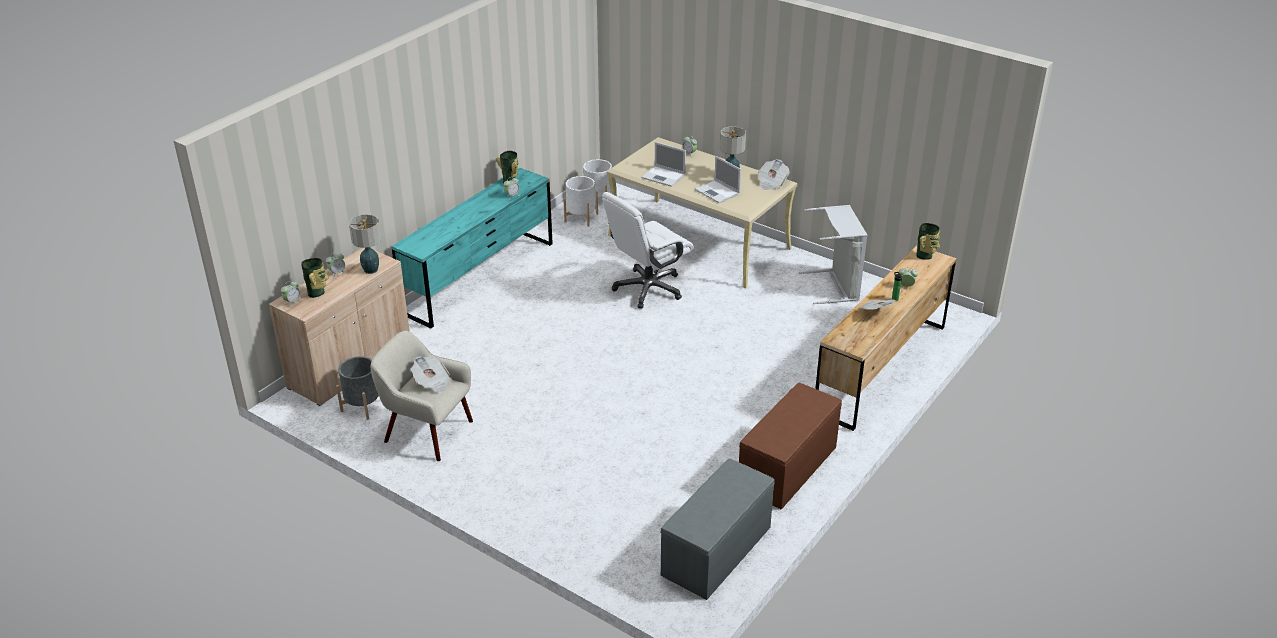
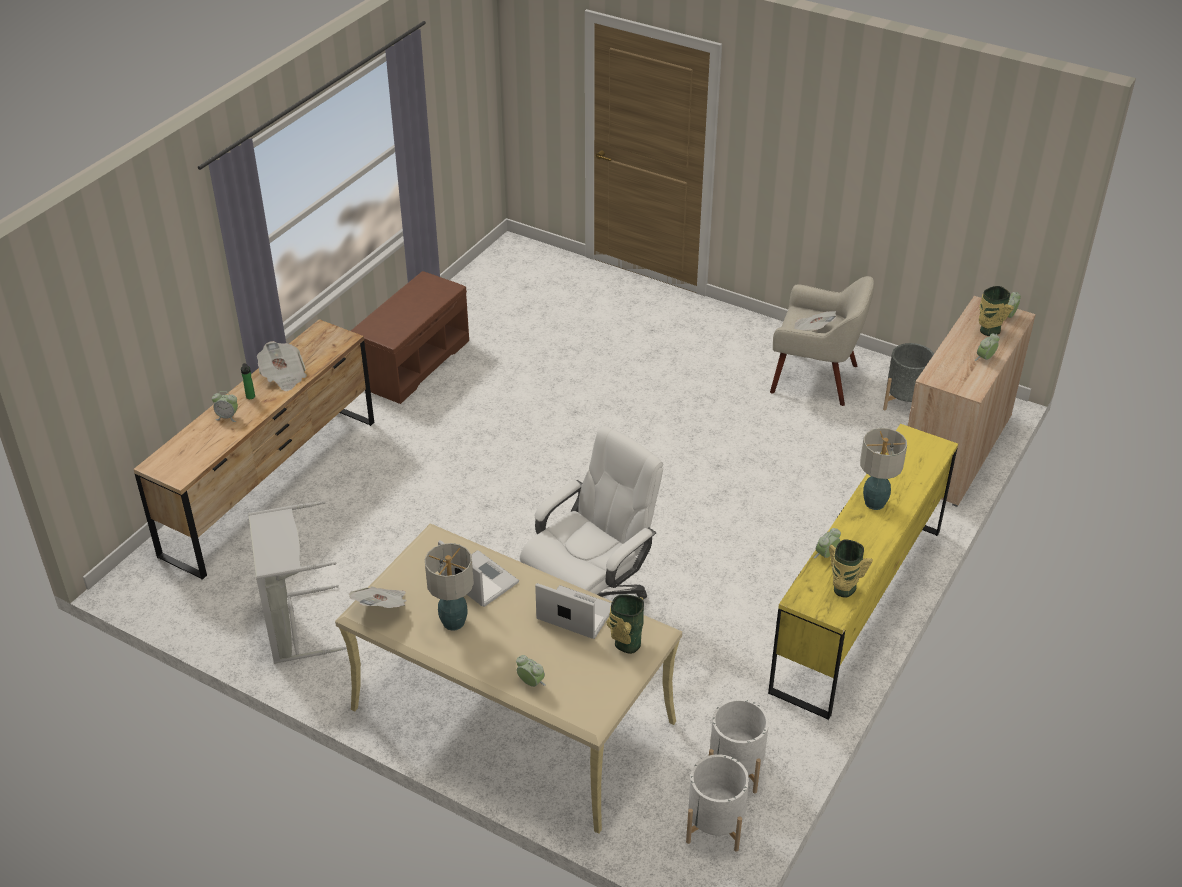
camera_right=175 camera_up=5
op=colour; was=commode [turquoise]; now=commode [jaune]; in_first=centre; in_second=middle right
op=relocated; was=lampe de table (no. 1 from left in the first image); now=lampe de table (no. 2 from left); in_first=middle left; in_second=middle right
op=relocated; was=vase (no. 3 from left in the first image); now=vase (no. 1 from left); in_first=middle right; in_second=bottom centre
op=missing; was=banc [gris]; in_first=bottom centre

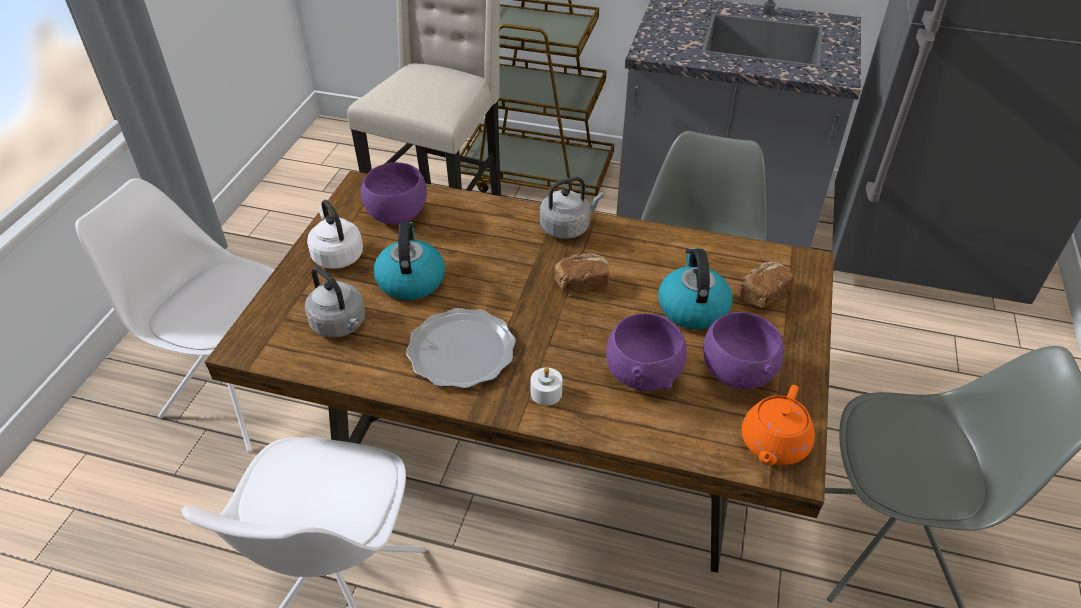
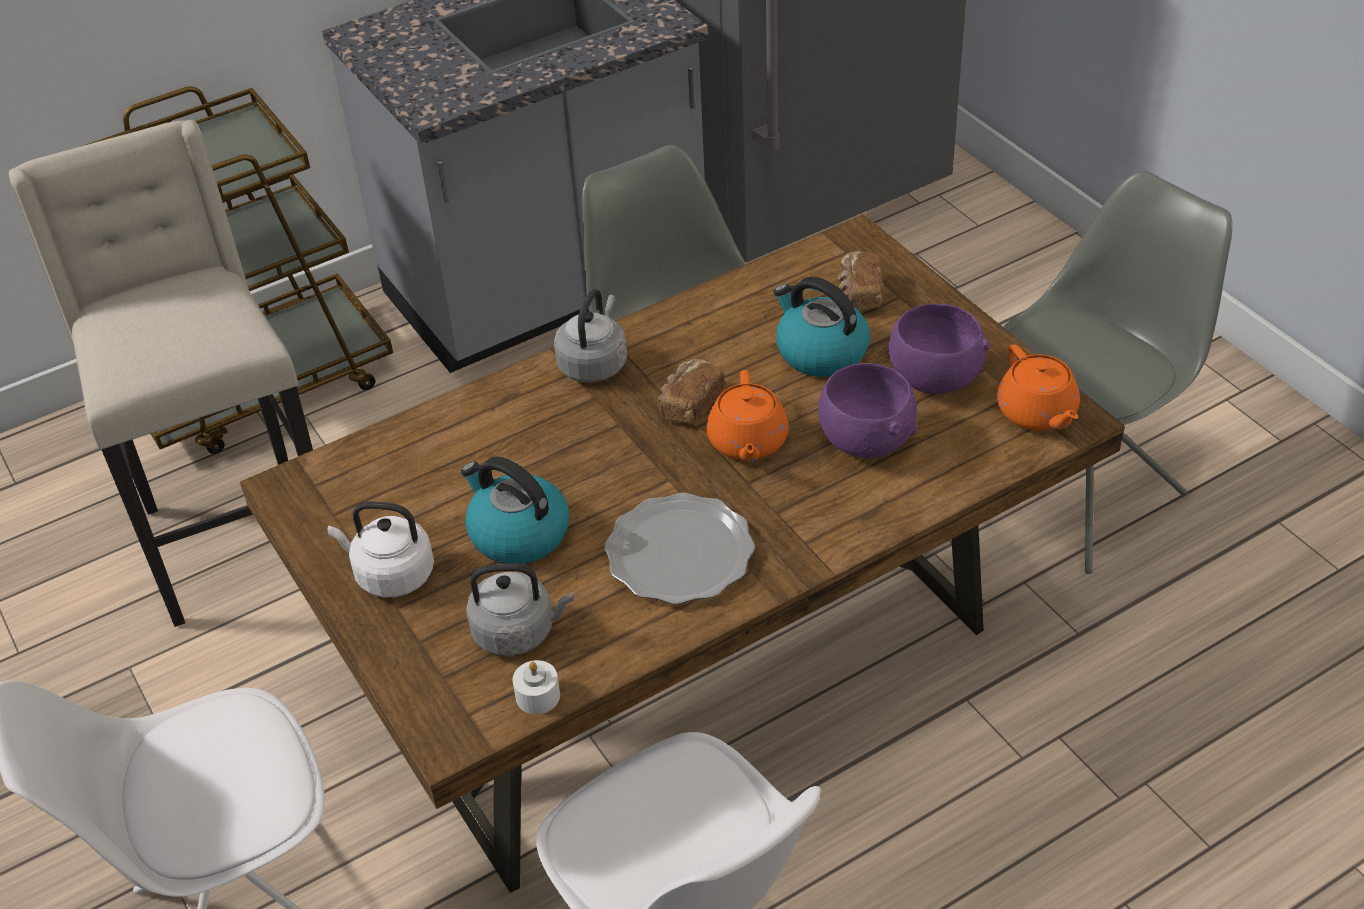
camera_right=-45 camera_up=0
op=missing; was=bol [violet] (no. 1 from left); in_first=top centre
op=relocated; was=bougie [blanc]; in_first=centre; in_second=bottom centre
op=appeared; now=théière [orange] (no. 1 from left); in_second=centre

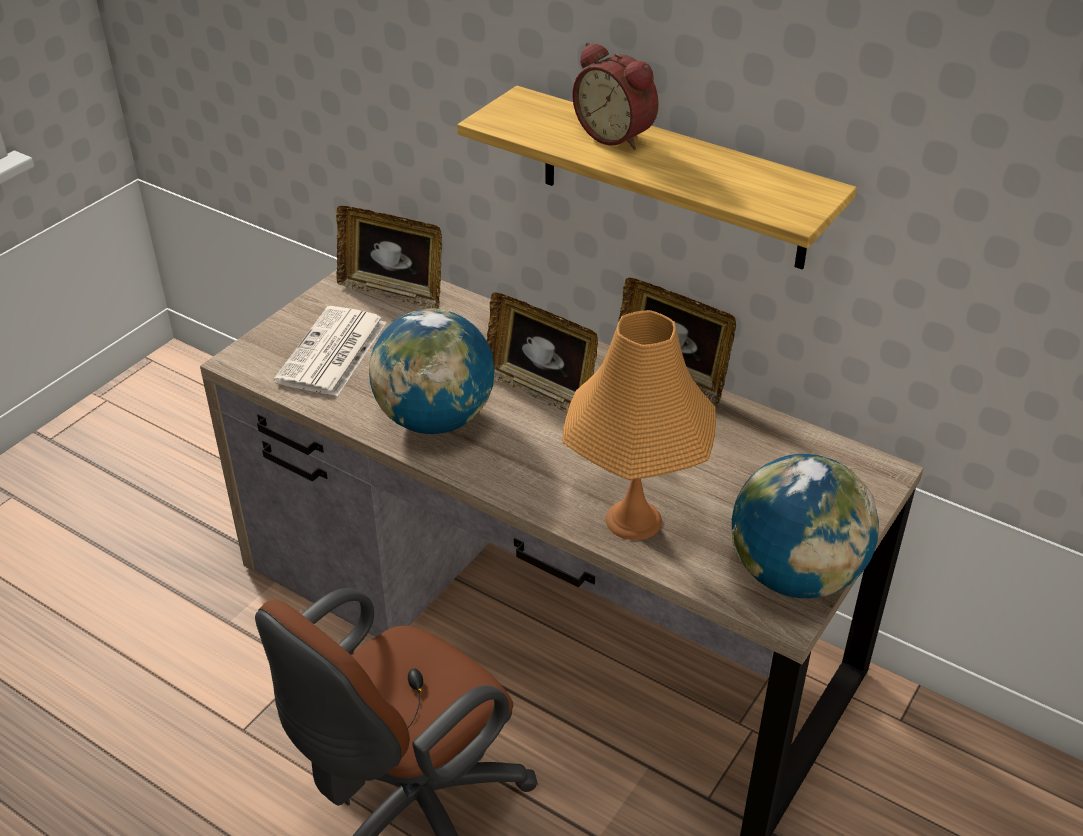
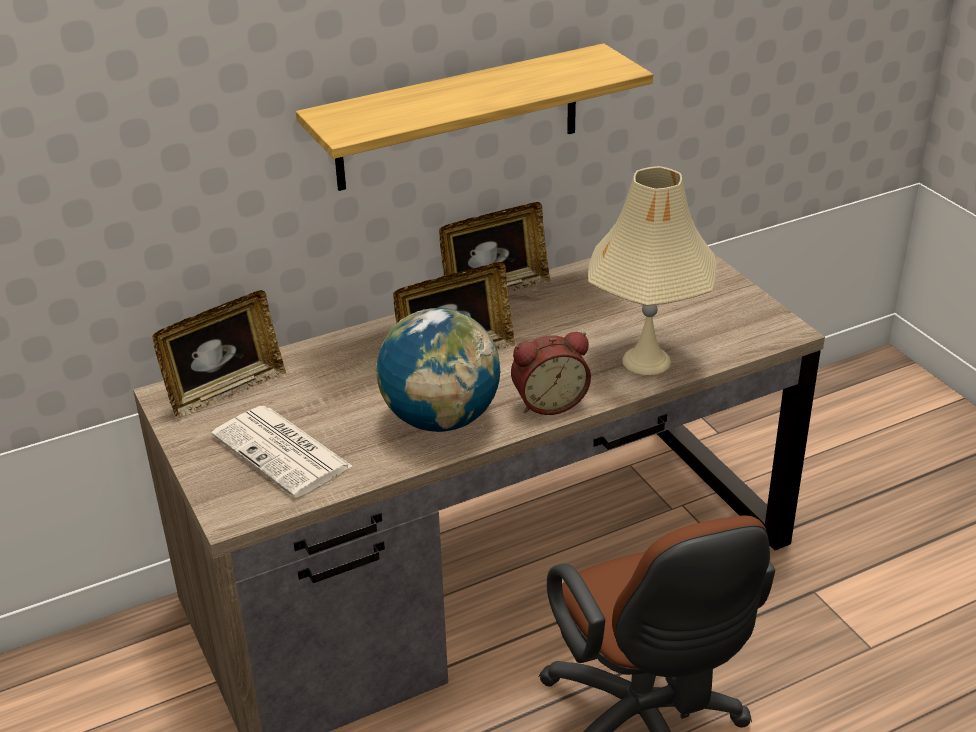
camera_right=-60 camera_up=-5
op=relocated; was=réveil; in_first=top centre; in_second=centre
op=colour; was=lampe de table [orange]; now=lampe de table [beige]; in_first=centre; in_second=middle right
op=missing; was=globe (no. 2 from left); in_first=middle right

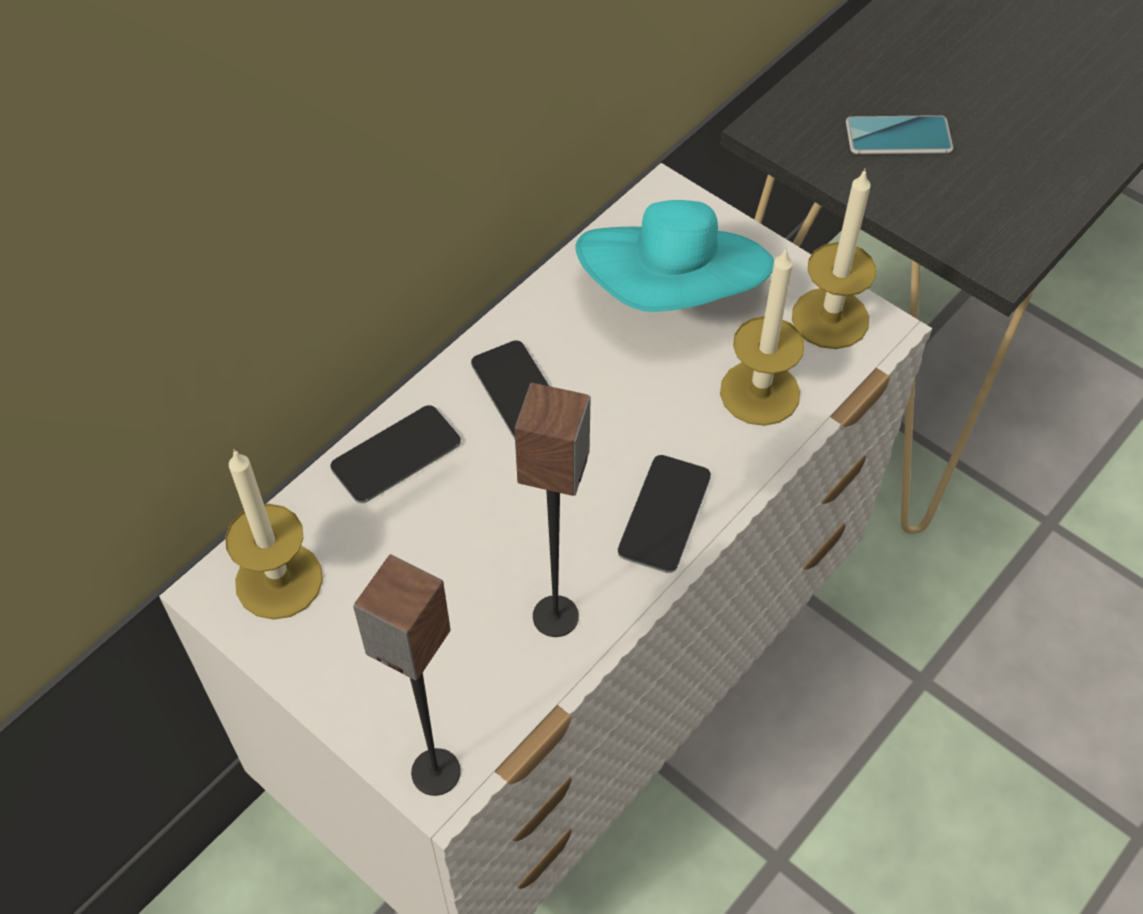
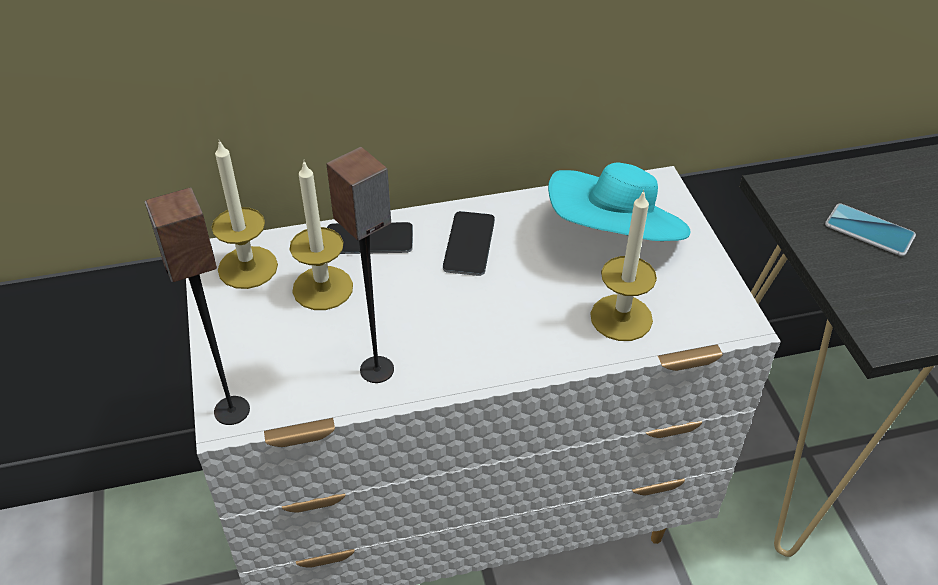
camera_right=35 camera_up=-10
op=relocated; was=bougie (no. 3 from left in the first image); now=bougie (no. 2 from left); in_first=top right; in_second=centre
op=missing; was=téléphone (no. 3 from left); in_first=centre

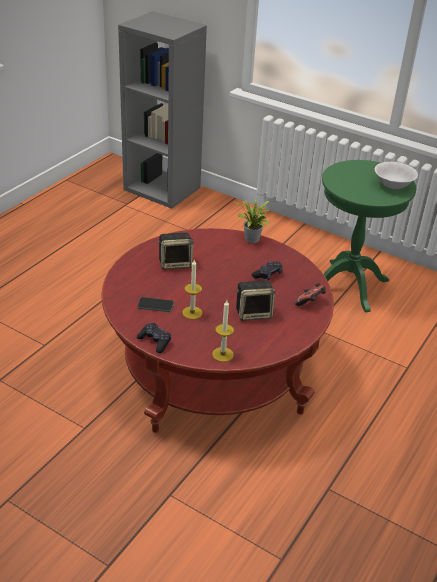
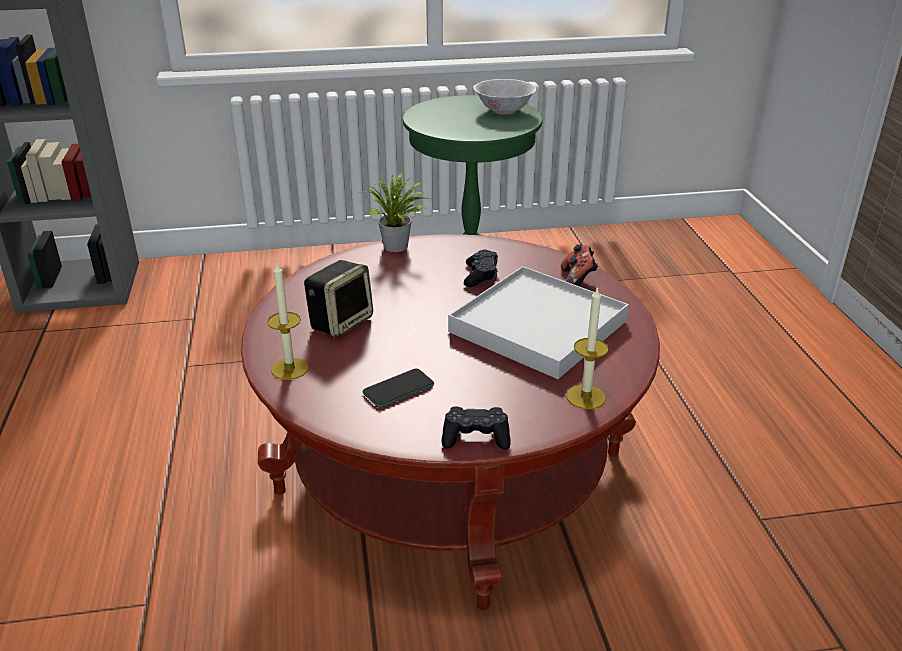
camera_right=-40 camera_up=-5
op=relocated; was=bougie (no. 1 from left); in_first=centre; in_second=middle left
op=exchanged; was=enceinte (no. 2 from left); now=plateau [blanc]; in_first=centre; in_second=centre

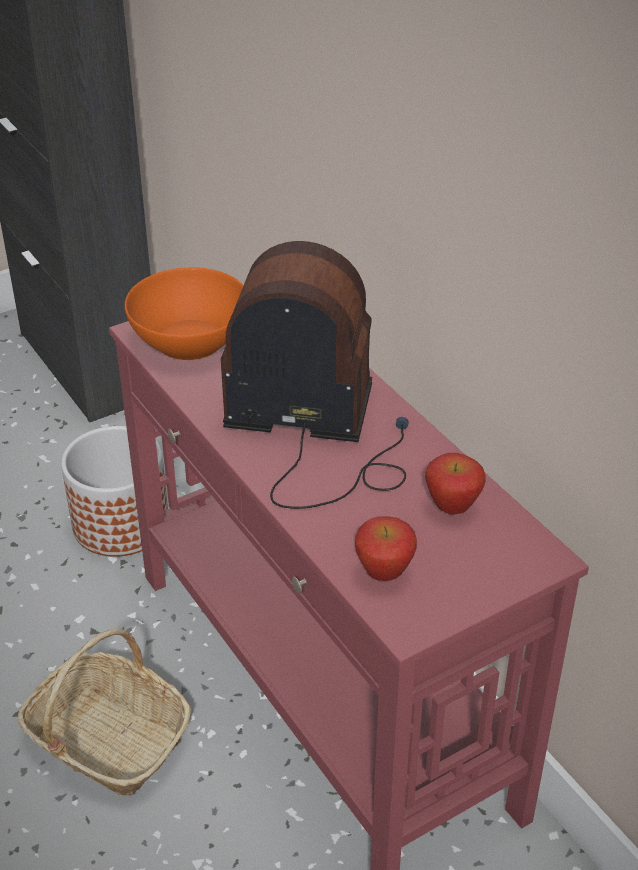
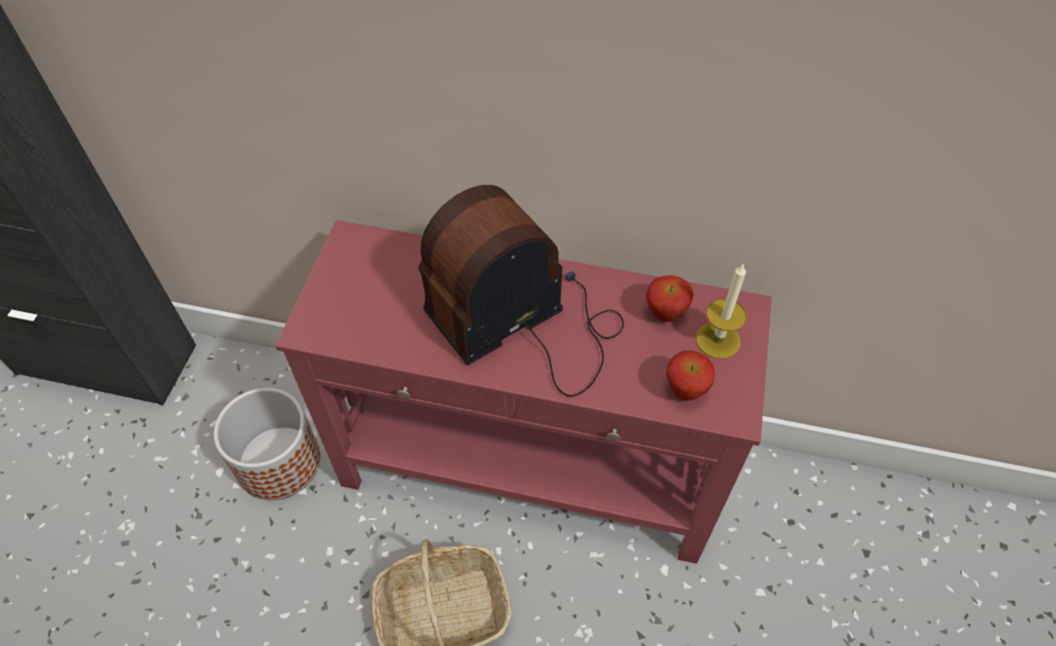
camera_right=-45 camera_up=15
op=missing; was=bol [orange]; in_first=middle left
op=appeared; now=bougie; in_second=middle right

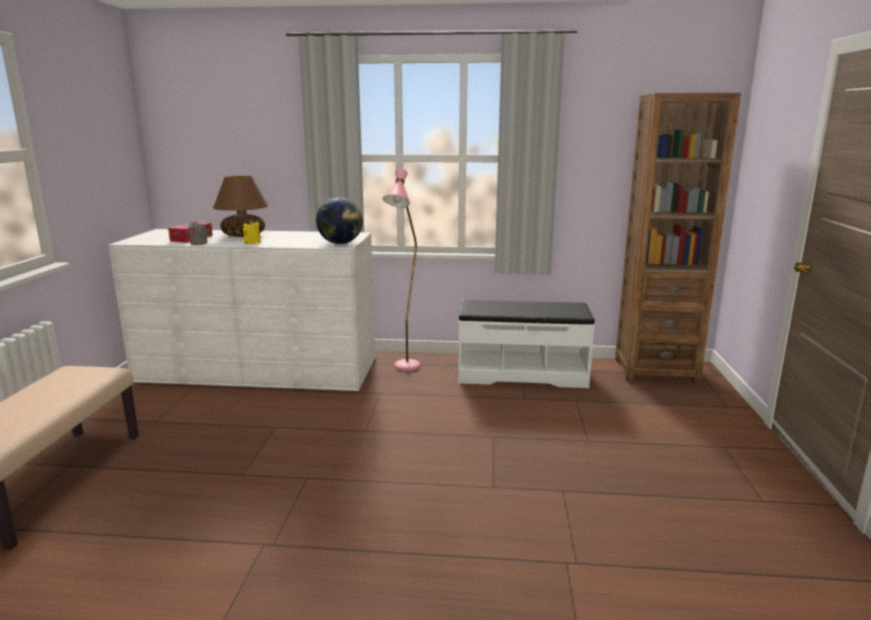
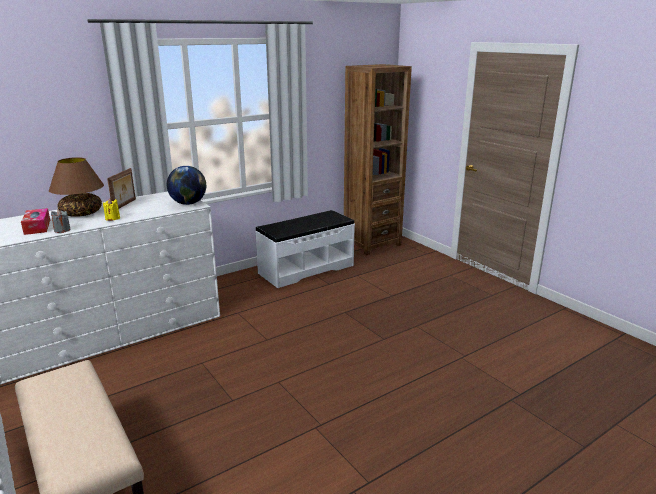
camera_right=-40 camera_up=5
op=missing; was=lampadaire [rose]; in_first=centre
op=appeared; now=cadre photo; in_second=middle left

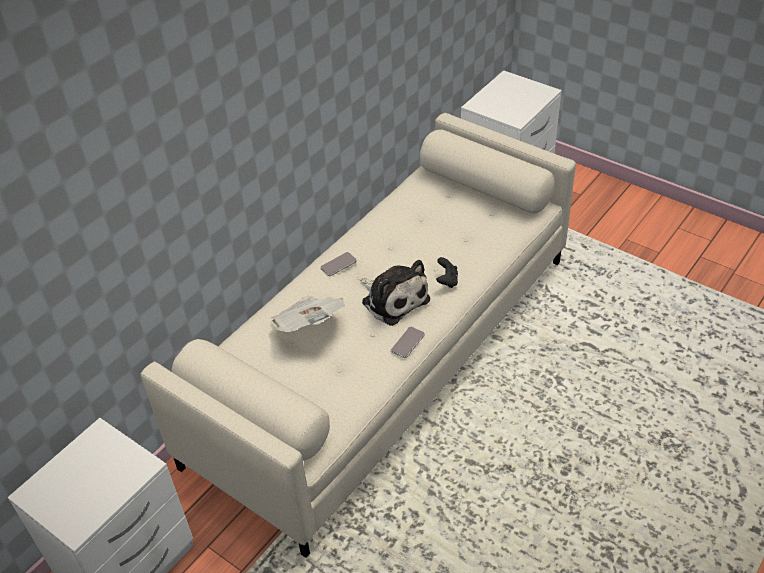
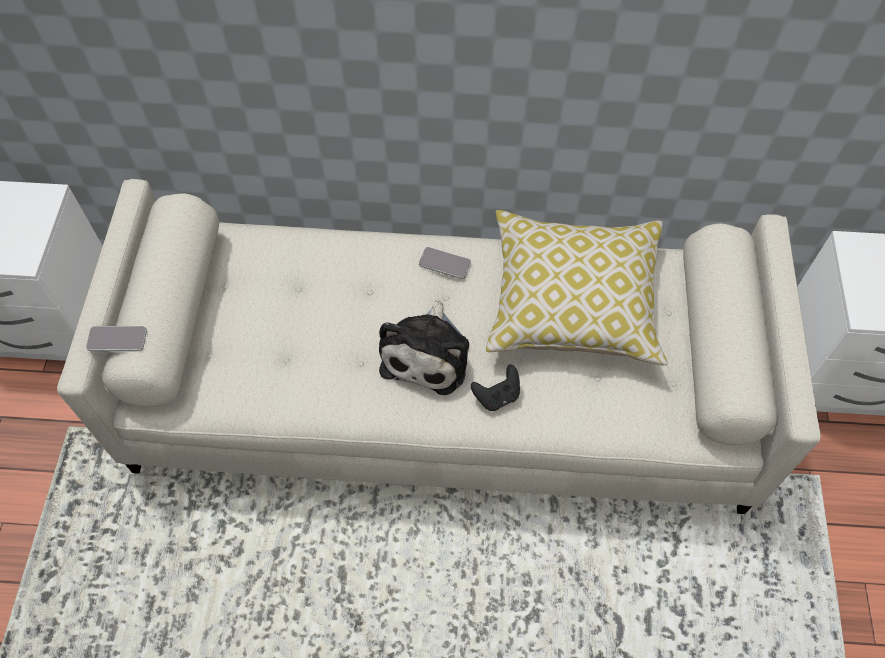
camera_right=55 camera_up=15
op=missing; was=journal; in_first=centre
op=relocated; was=téléphone (no. 2 from left in the first image); now=téléphone (no. 1 from left); in_first=centre; in_second=middle left
op=appeared; now=coussin; in_second=centre

